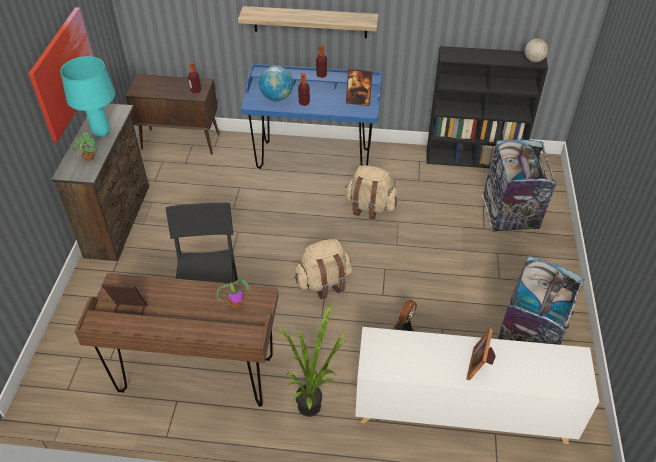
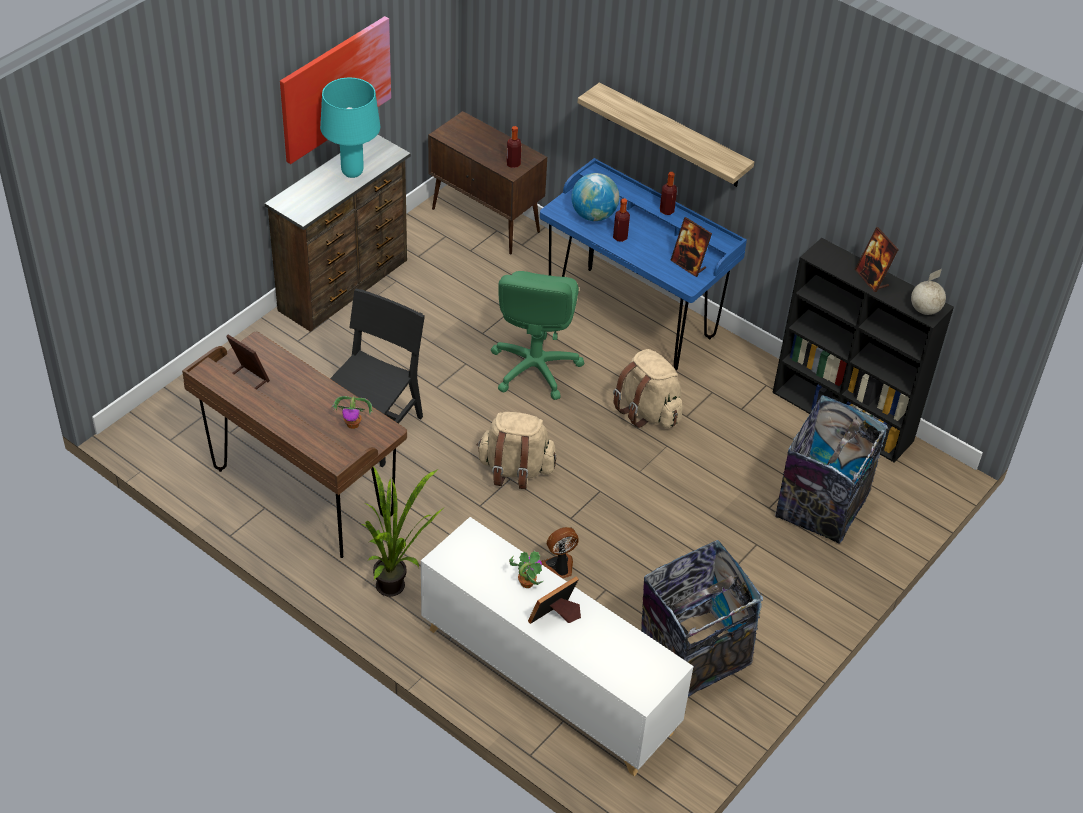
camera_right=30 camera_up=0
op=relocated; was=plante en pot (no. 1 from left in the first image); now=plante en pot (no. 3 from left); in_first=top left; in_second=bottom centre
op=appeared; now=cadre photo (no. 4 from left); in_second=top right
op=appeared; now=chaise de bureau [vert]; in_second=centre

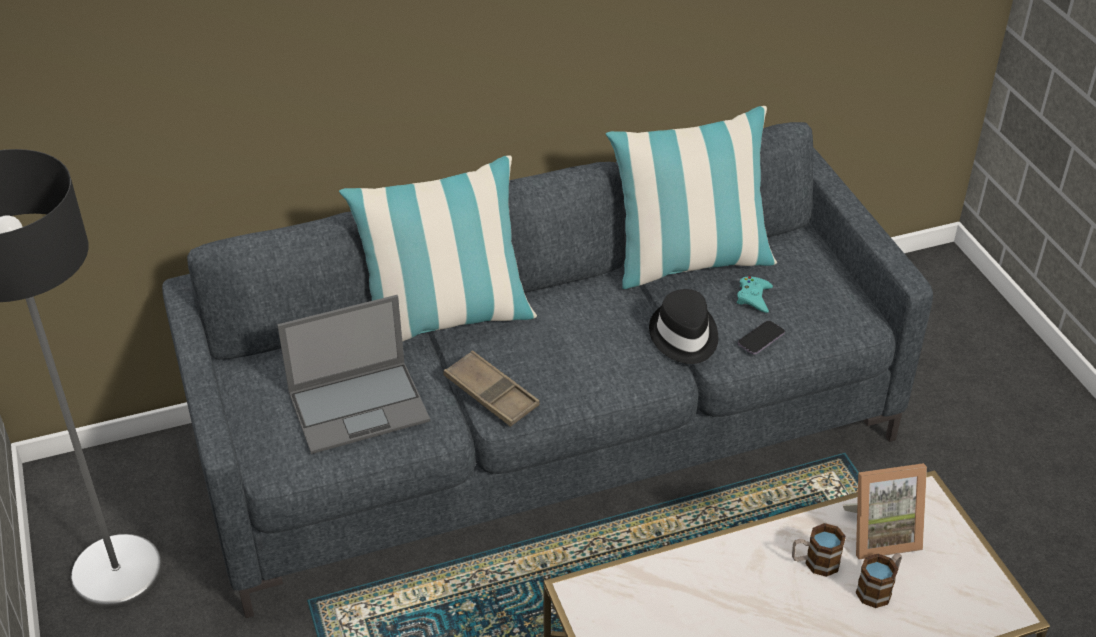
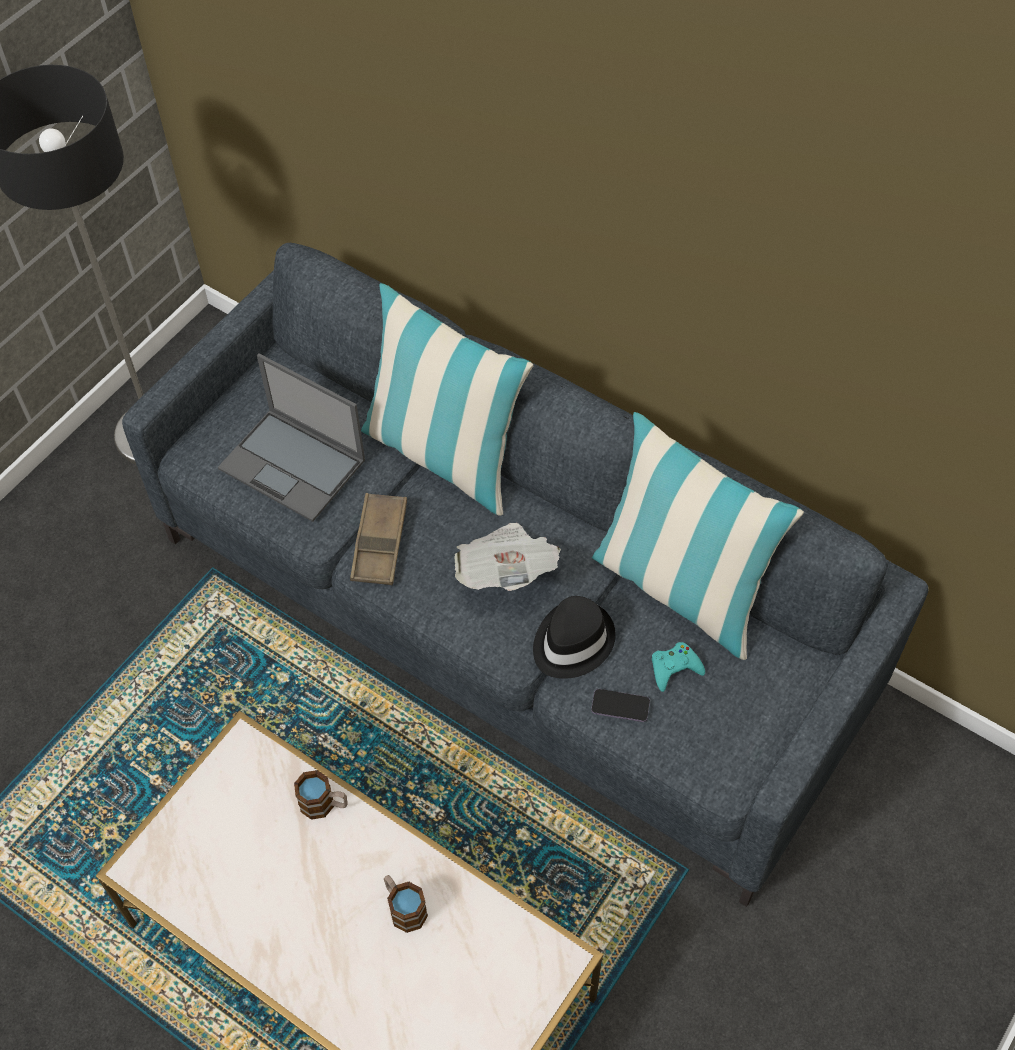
camera_right=55 camera_up=15
op=missing; was=cadre photo; in_first=bottom right
op=relocated; was=mug (no. 2 from left in the first image); now=mug (no. 1 from left); in_first=bottom right; in_second=bottom left
op=appeared; now=journal; in_second=centre

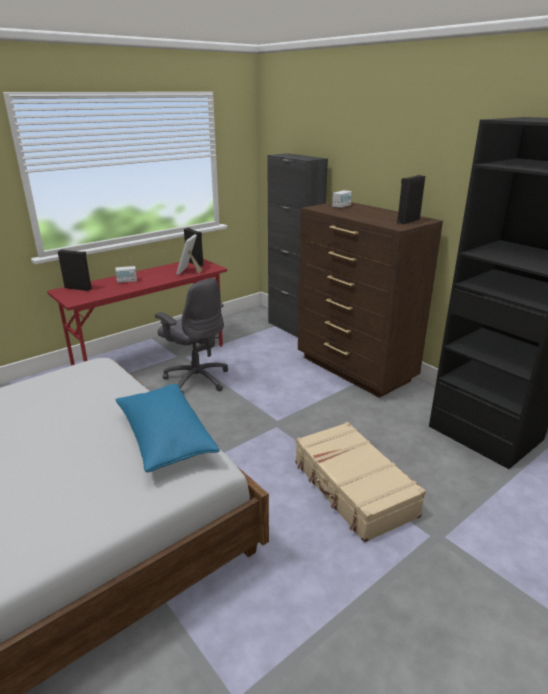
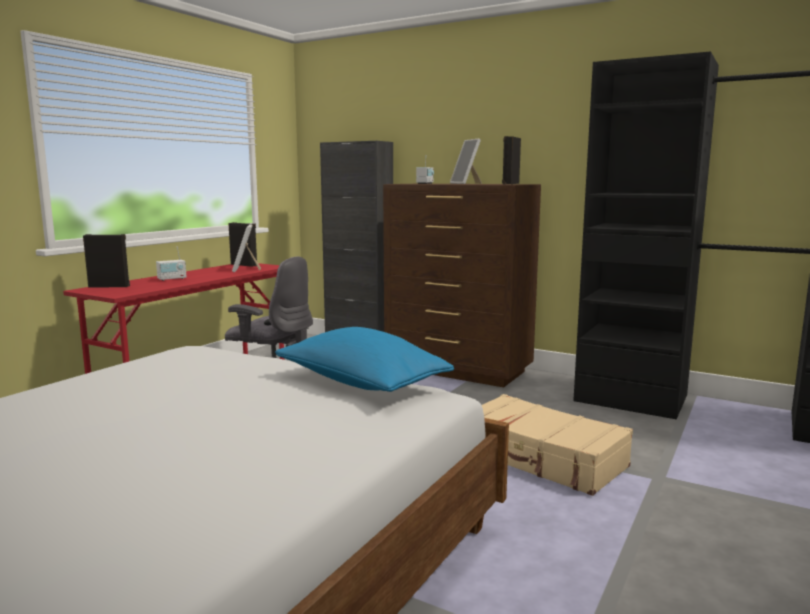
camera_right=-20 camera_up=-15
op=appeared; now=cadre photo (no. 2 from left); in_second=top centre

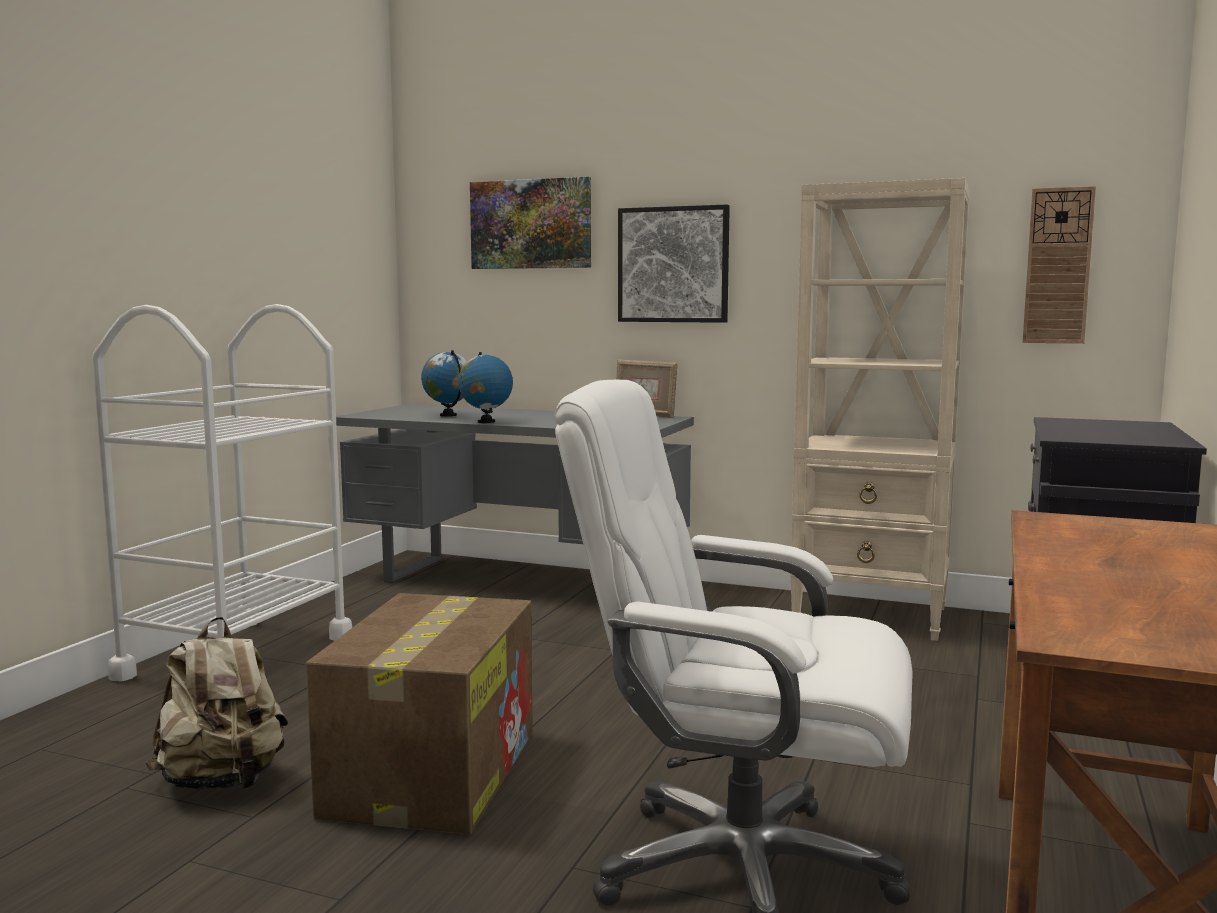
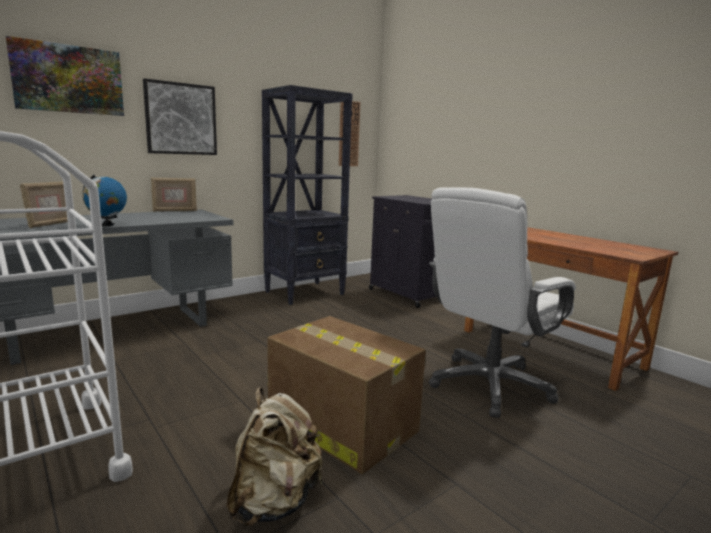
camera_right=-60 camera_up=5
op=colour; was=bibliothèque [beige]; now=bibliothèque [noir]; in_first=middle right; in_second=centre
op=exchanged; was=globe (no. 1 from left); now=cadre photo (no. 1 from left); in_first=centre; in_second=middle left

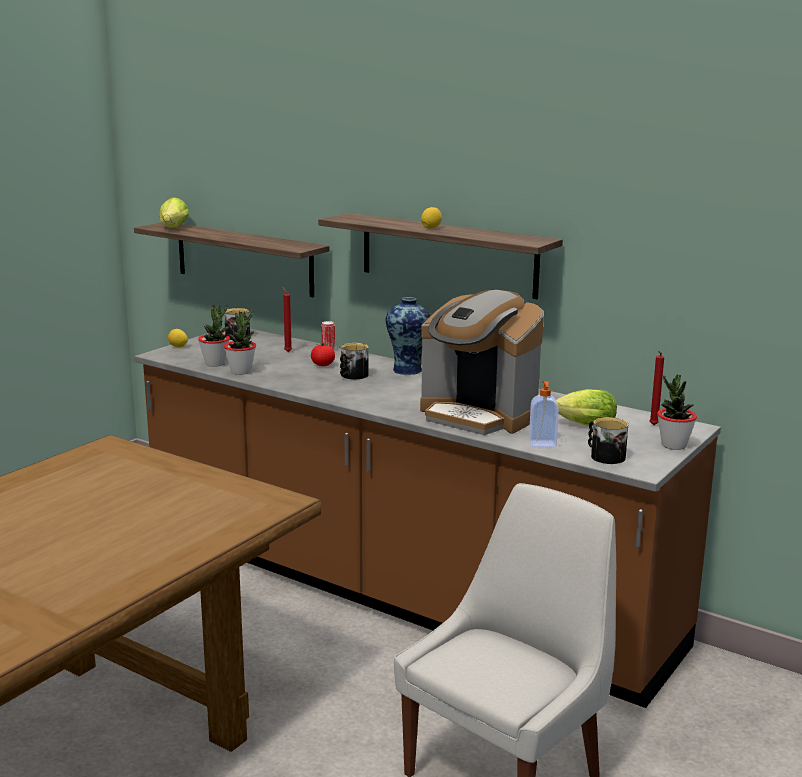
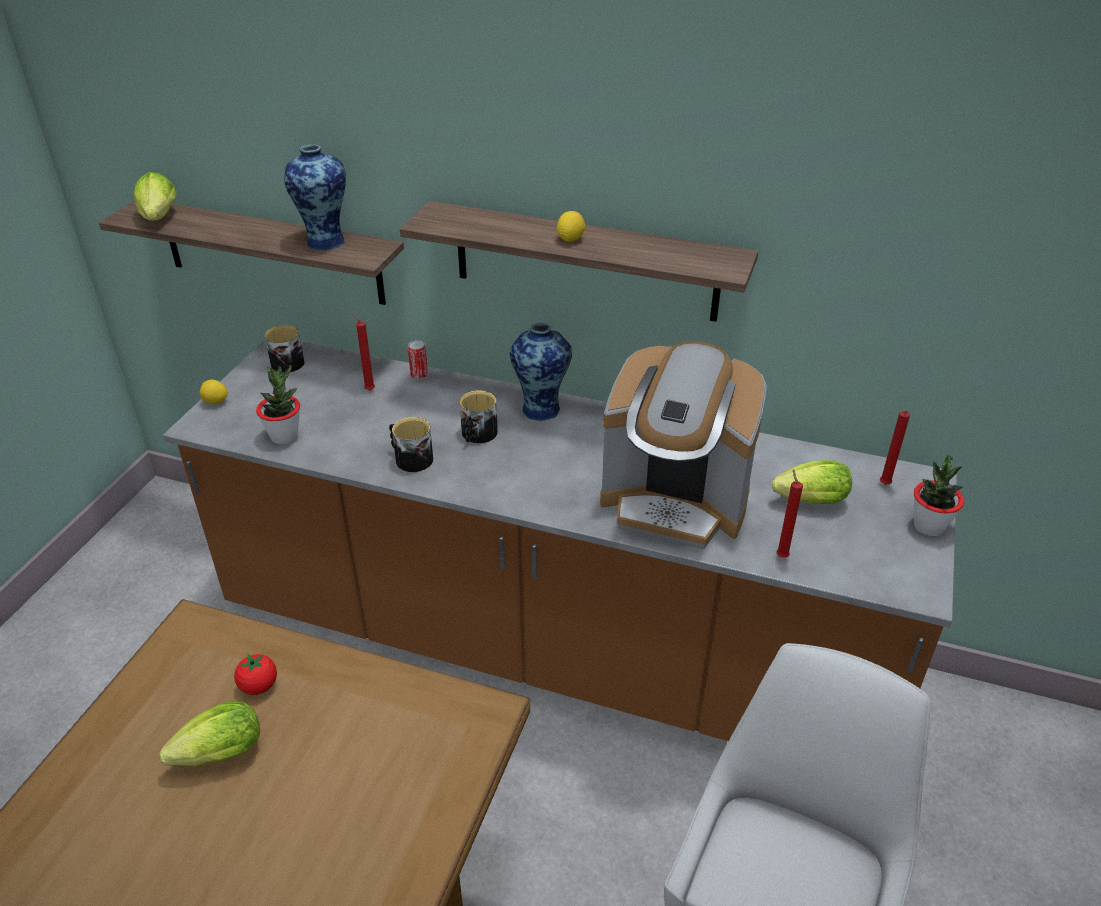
camera_right=-15 camera_up=20
op=missing; was=plante en pot (no. 2 from left); in_first=middle left
op=relocated; was=tomate; in_first=centre; in_second=bottom left
op=exchanged; was=distributeur de savon; now=bougie [rouge] (no. 2 from left); in_first=middle right; in_second=middle right
op=relocated; was=mug (no. 3 from left in the first image); now=mug (no. 2 from left); in_first=middle right; in_second=centre
op=appeared; now=vase (no. 1 from left); in_second=top left
op=appeared; now=laitue (no. 2 from left); in_second=bottom left

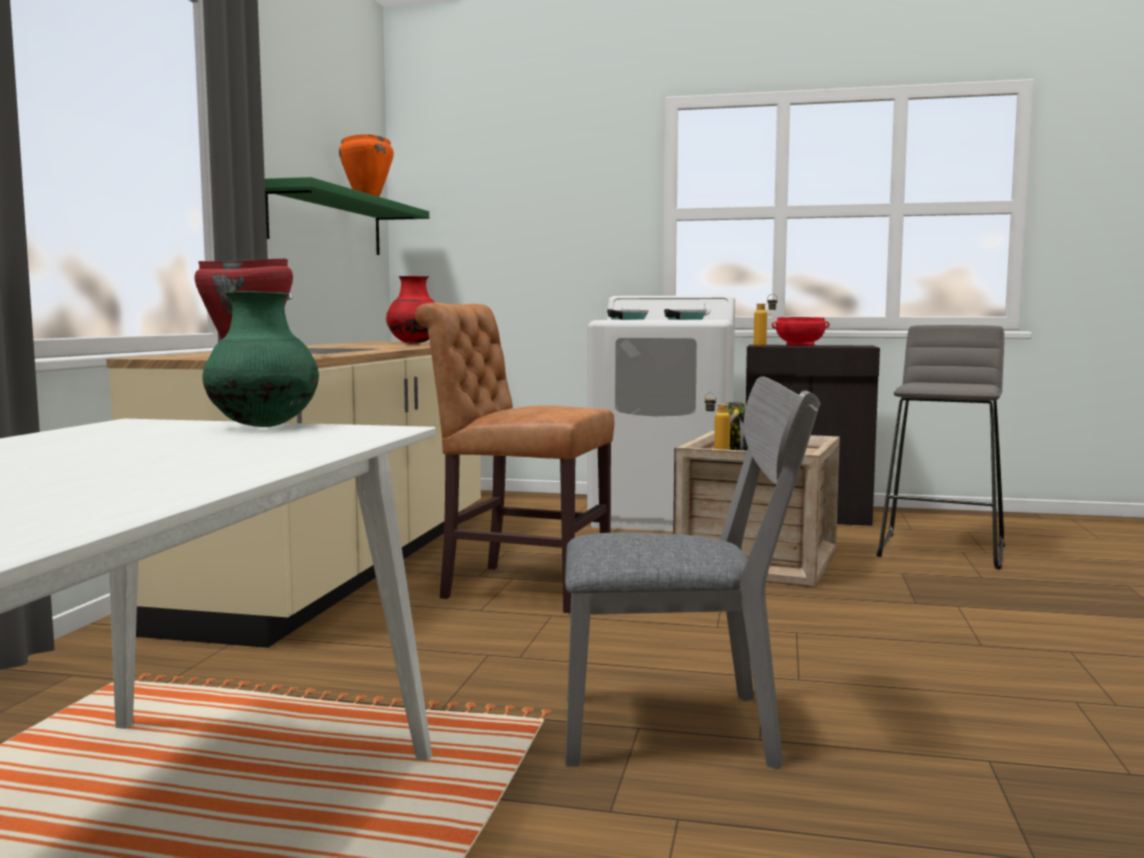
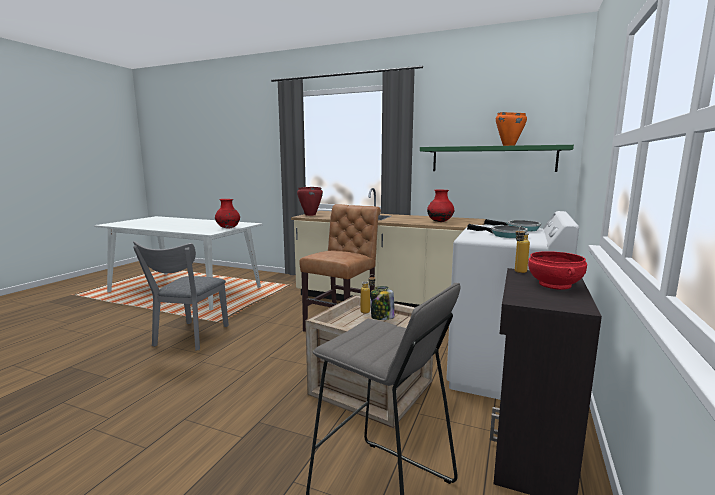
camera_right=100 camera_up=5
op=colour; was=vase [vert]; now=vase [rouge] (no. 1 from left); in_first=middle left; in_second=middle left

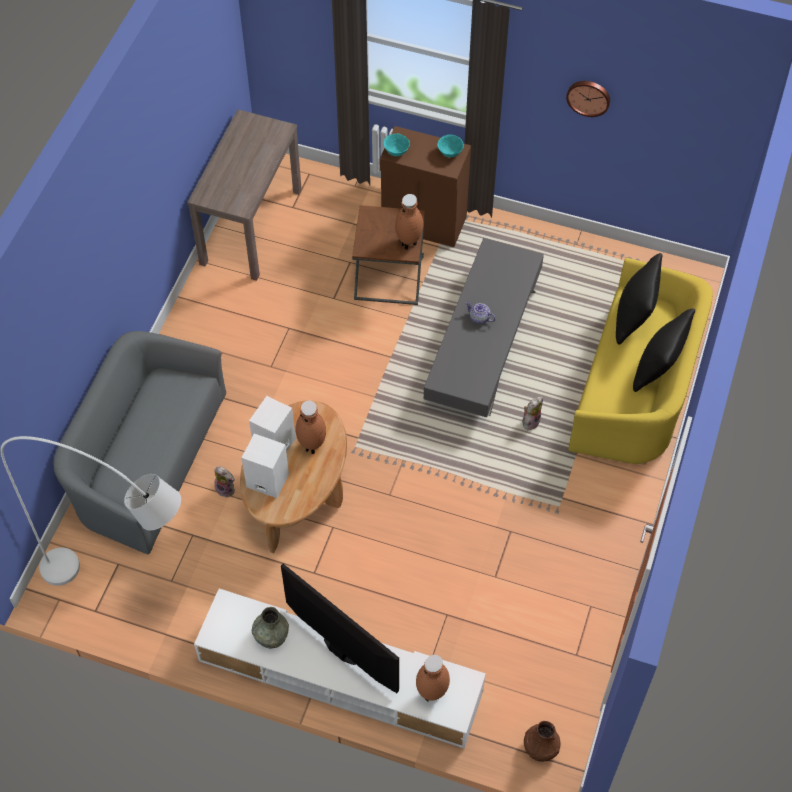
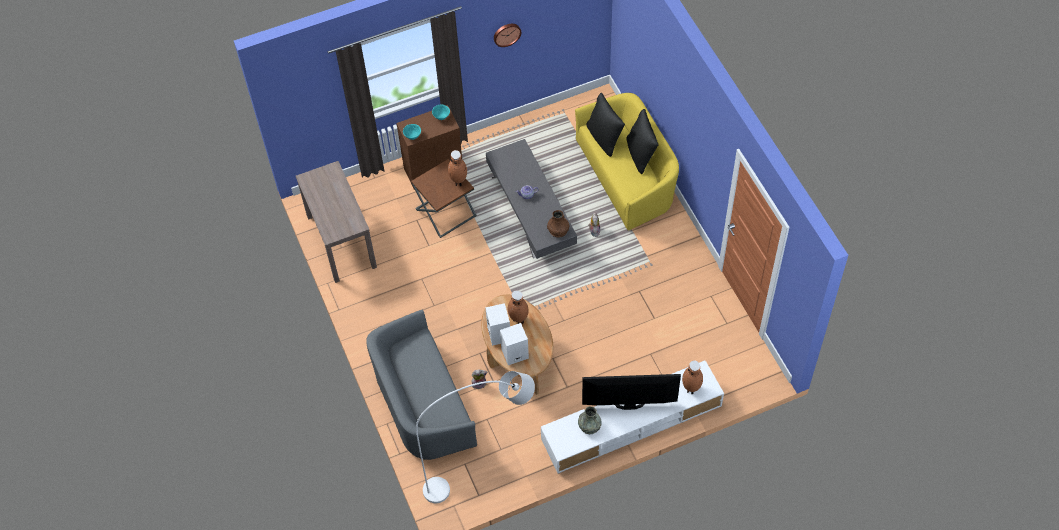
camera_right=-40 camera_up=0
op=relocated; was=vase [marron] (no. 4 from left in the first image); now=vase [marron] (no. 3 from left); in_first=bottom right; in_second=centre

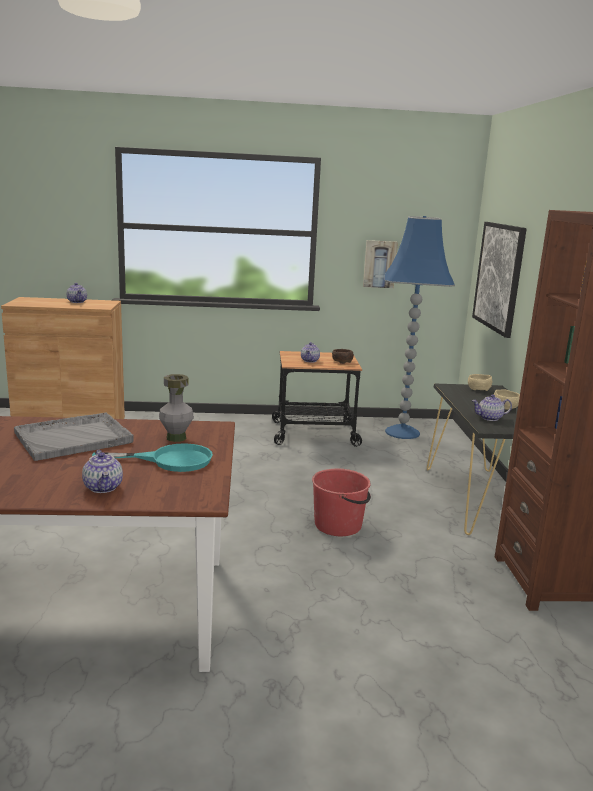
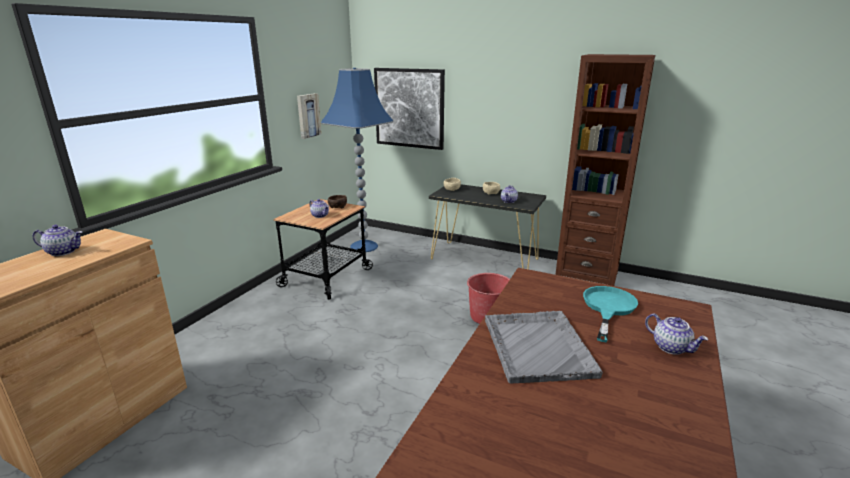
camera_right=-60 camera_up=5
op=missing; was=vase [gris]; in_first=middle left
op=spun; was=théière (no. 2 from left in the first image); in_first=middle left; in_second=bottom right; clockwise=45

